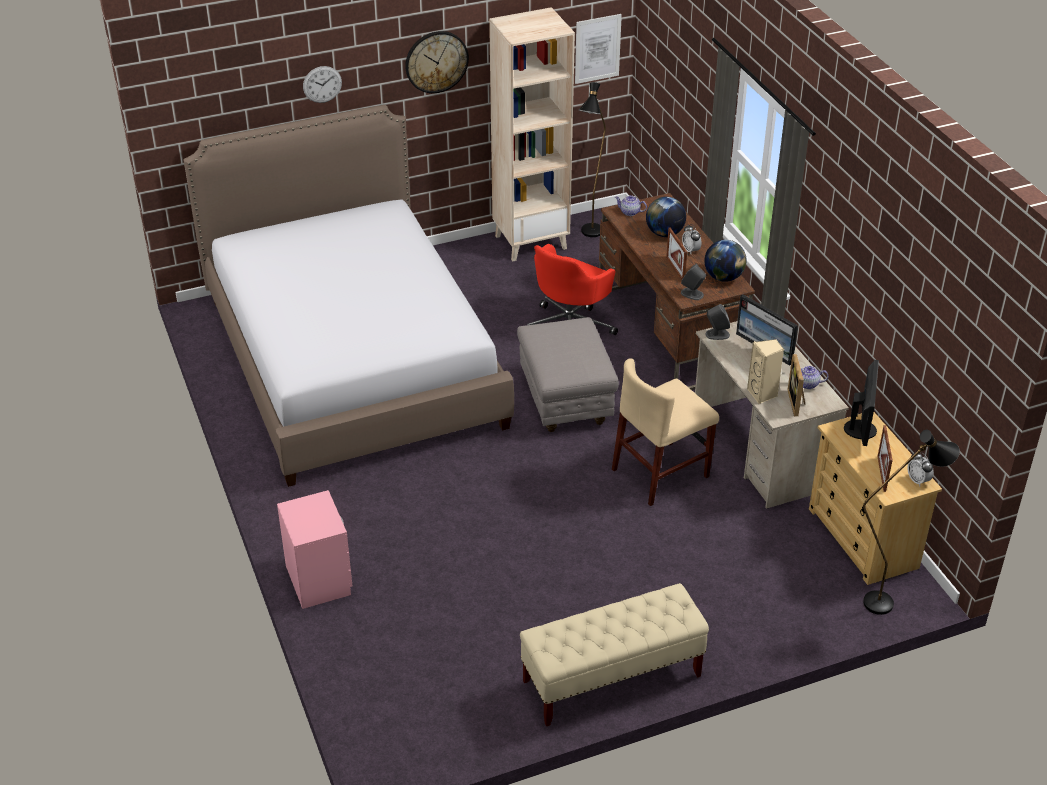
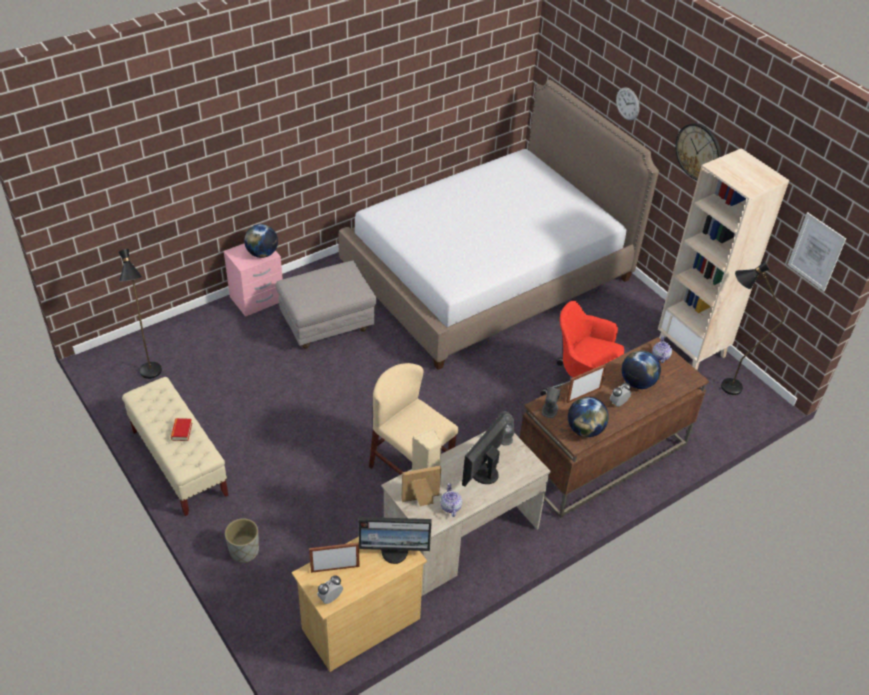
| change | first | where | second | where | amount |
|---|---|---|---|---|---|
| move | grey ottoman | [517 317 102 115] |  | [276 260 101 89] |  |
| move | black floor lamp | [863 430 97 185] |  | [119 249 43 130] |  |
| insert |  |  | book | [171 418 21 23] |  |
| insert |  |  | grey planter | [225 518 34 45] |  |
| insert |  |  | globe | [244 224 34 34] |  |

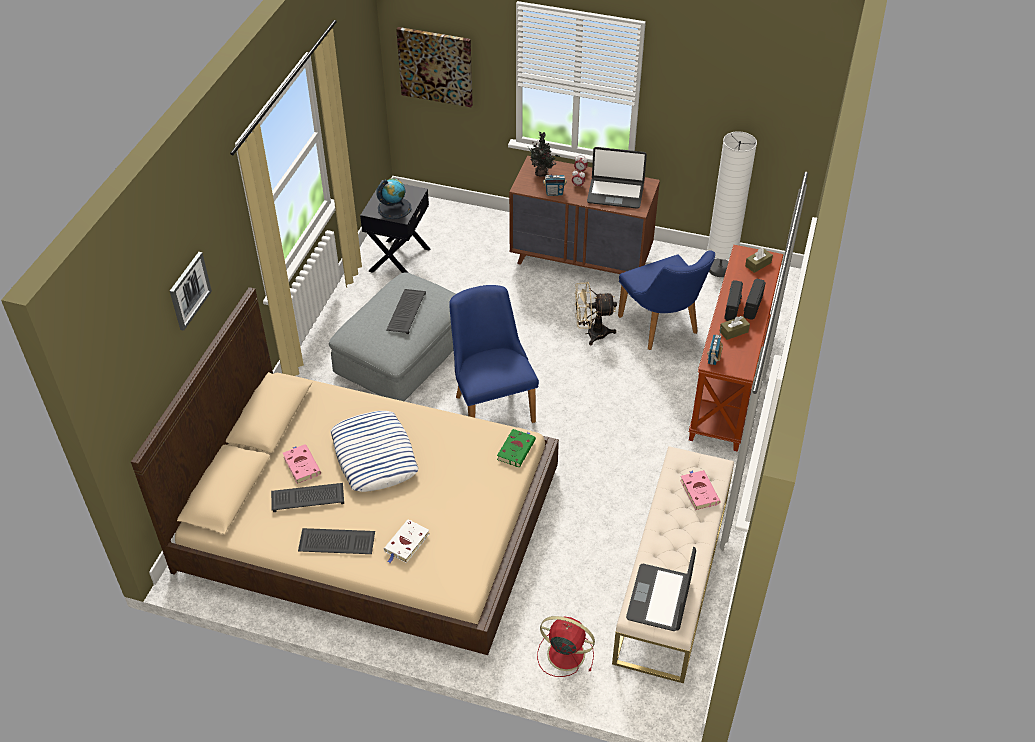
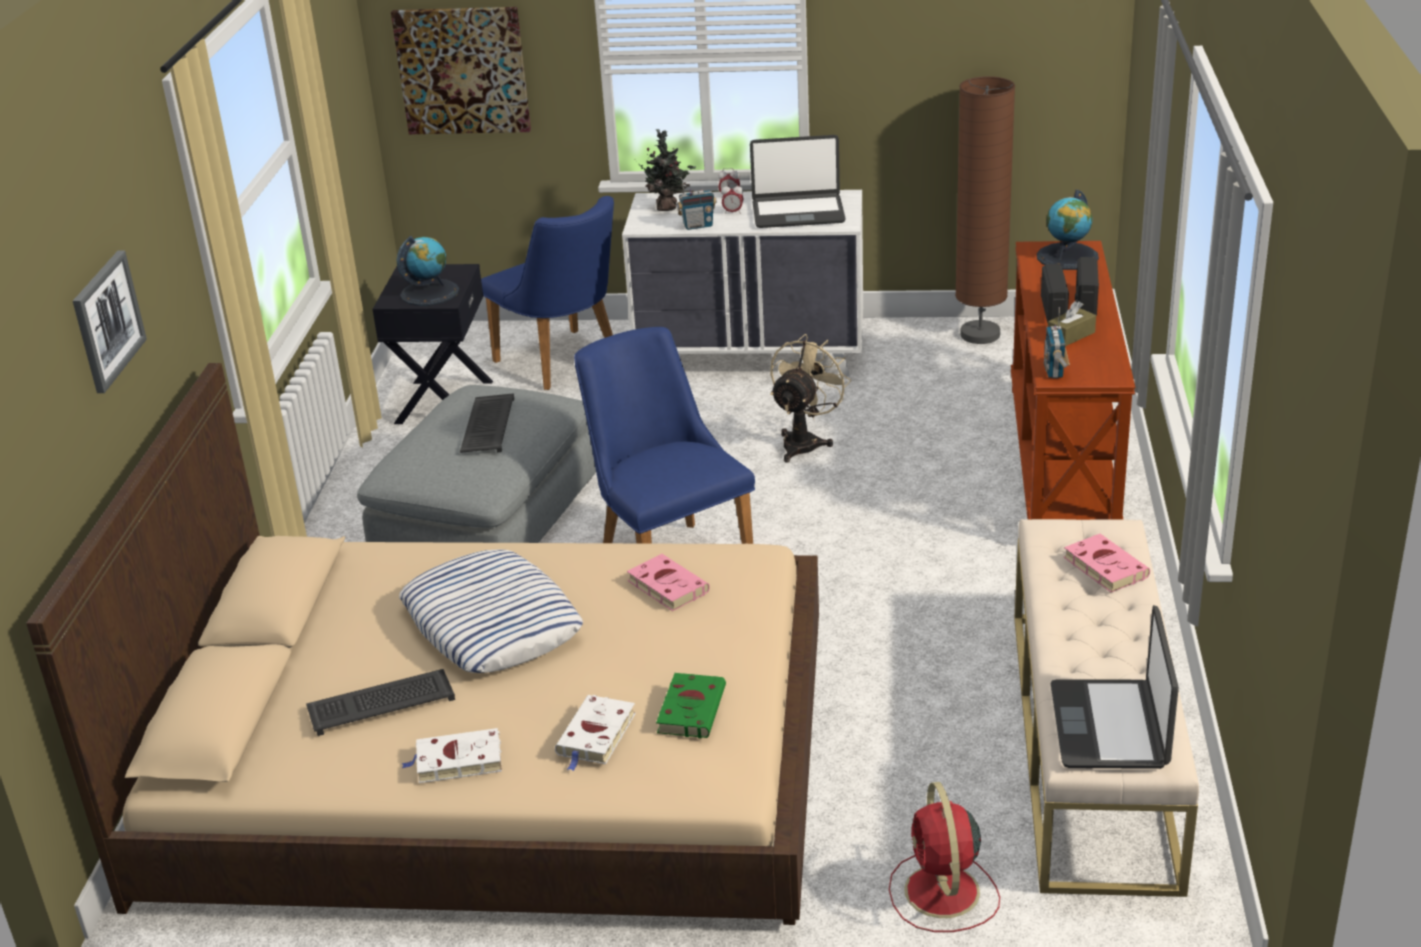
| change | first | where | second | where | amount |
|---|---|---|---|---|---|
| move | pink book | [283 444 38 40] |  | [627 554 83 57] |  |
| replace | keyboard | [298 528 77 26] | white book | [401 728 101 55] |  |
| move | green book | [497 429 39 38] |  | [656 673 70 65] |  |
| recolor | brown dresser | [509 156 151 118] | white dresser | [622 190 241 187] |  |
| rotate | red fan | [537 616 58 61] |  | [889 782 111 150] | 105 degrees counterclockwise |
| rotate | beige fan | [575 282 42 64] |  | [770 334 82 129] | 135 degrees clockwise |
| move | blue chair | [618 251 97 99] |  | [481 196 133 194] |  |
| recolor | white floor lamp | [707 131 50 146] | brown floor lamp | [955 76 60 268] |  |
| replace | brown tissue box | [745 248 28 25] | globe | [1037 190 62 80] |  |

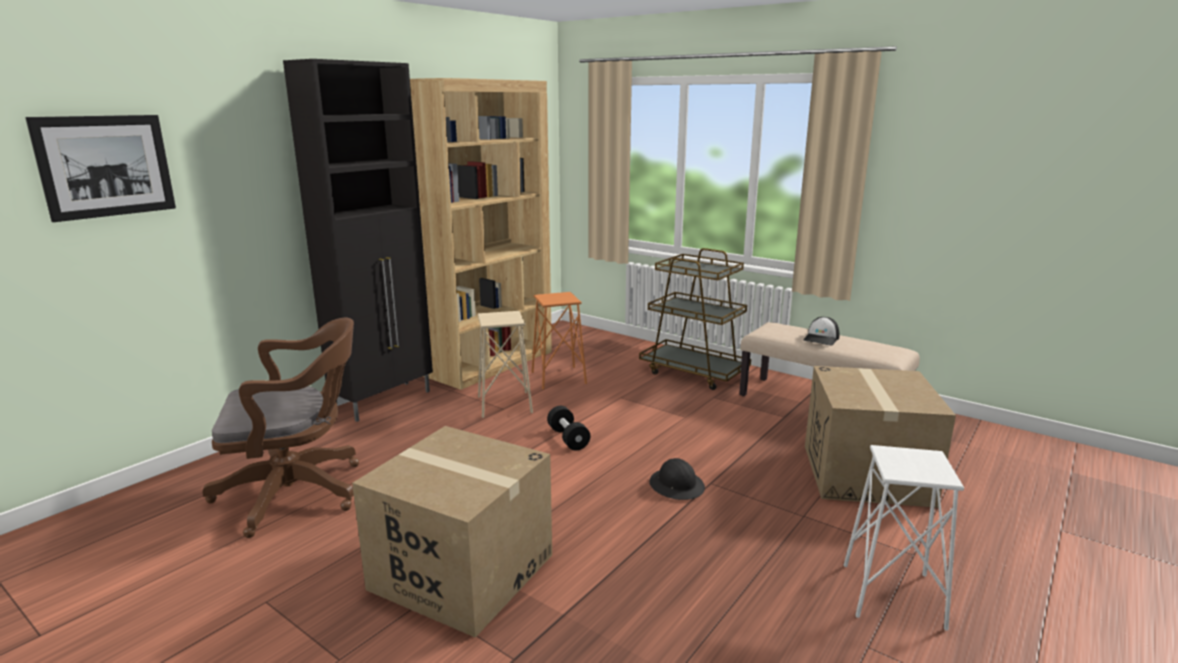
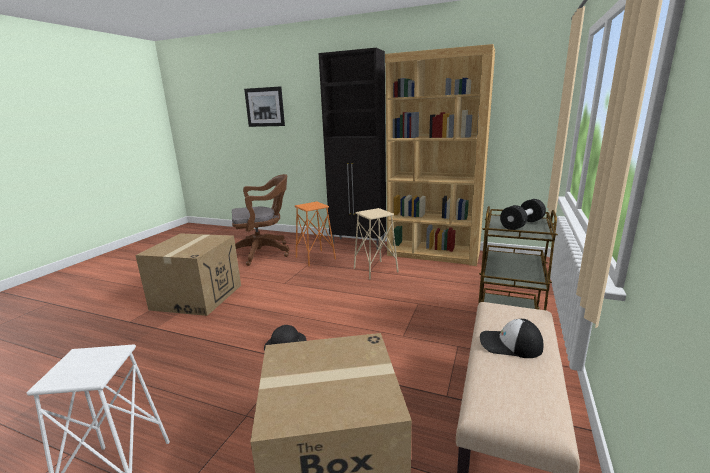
| change | first | where | second | where | amount |
|---|---|---|---|---|---|
| rotate | brown office chair | [202 318 157 220] |  | [232 174 57 92] | 75 degrees counterclockwise |
| move | orange stool | [532 292 55 98] |  | [295 202 41 64] |  |
| move | black dumbbell | [547 406 43 45] |  | [500 199 46 31] |  |

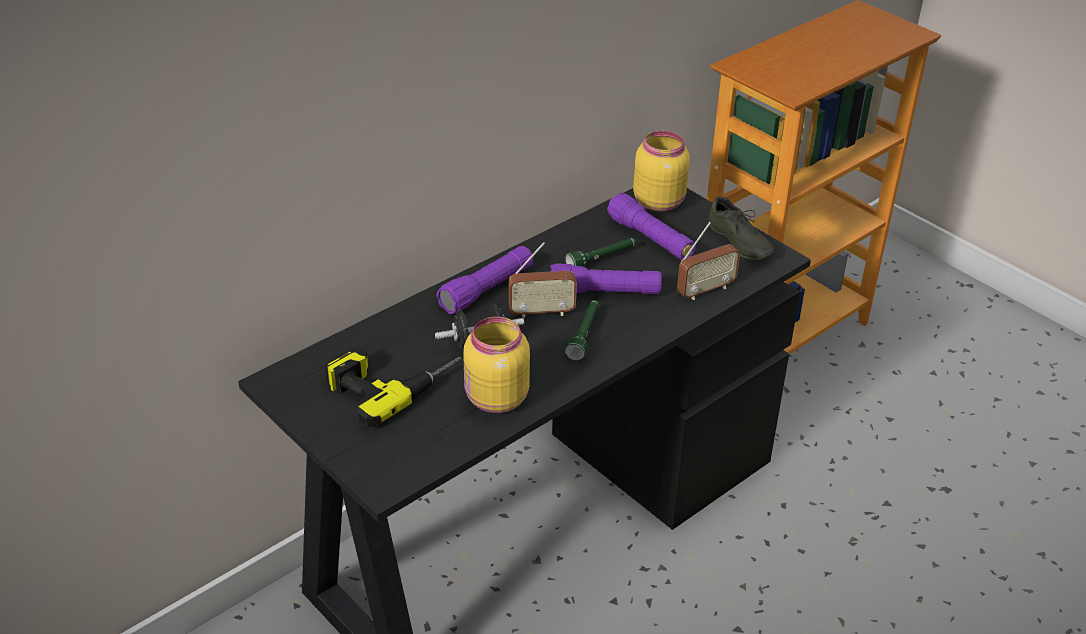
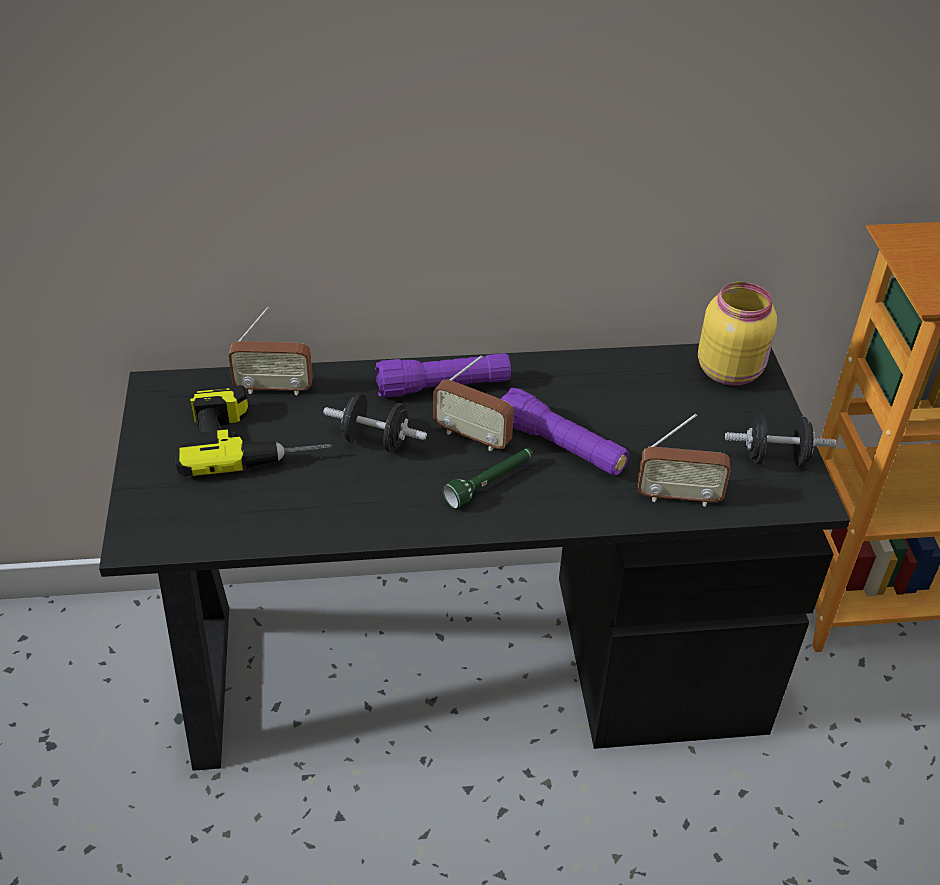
| change | first | where | second | where | amount |
|---|---|---|---|---|---|
| delete | yellow jar | [463 317 67 96] |  |  |  |
| delete | green flashlight | [565 238 71 29] |  |  |  |
| delete | purple flashlight | [607 193 88 67] |  |  |  |
| replace | grey shoe | [709 196 65 64] | black dumbbell | [725 414 111 53] |  |
| insert |  |  | radio | [228 307 85 88] |  |

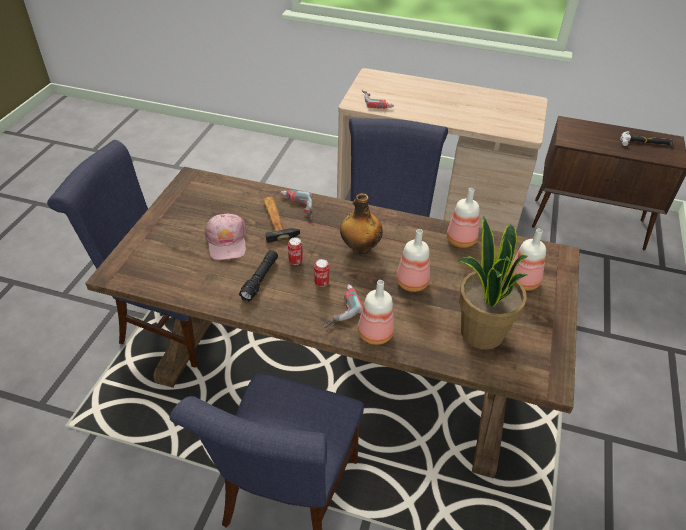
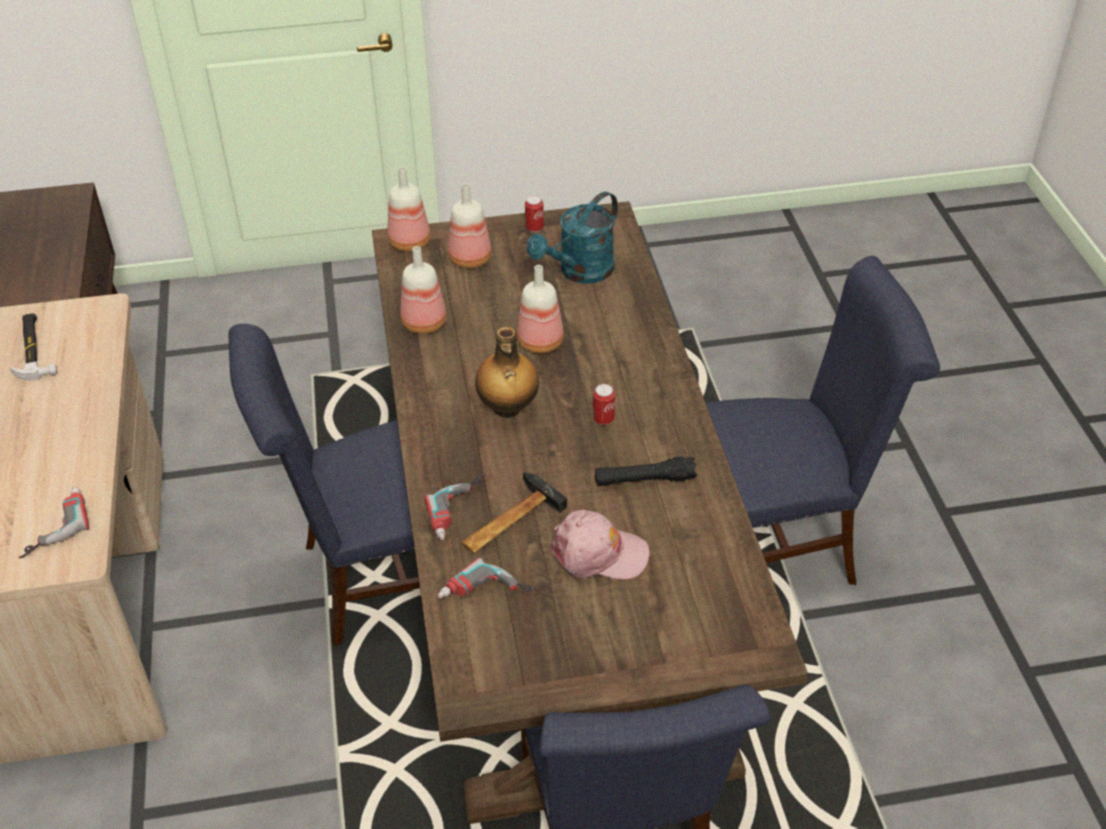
| change | first | where | second | where | amount |
|---|---|---|---|---|---|
| rotate | pink cap | [204 214 43 46] |  | [551 510 99 69] | 45 degrees clockwise |
| move | can | [288 237 15 28] |  | [525 195 19 38] |  |
| move | power drill | [323 284 40 45] |  | [438 558 103 40] |  |
| move | bottle | [358 280 36 65] |  | [387 167 44 85] |  |
| replace | potted plant | [457 216 71 134] | turquoise watering can | [527 191 91 93] |  |
| move | hammer | [620 131 54 15] |  | [9 313 49 68] |  |

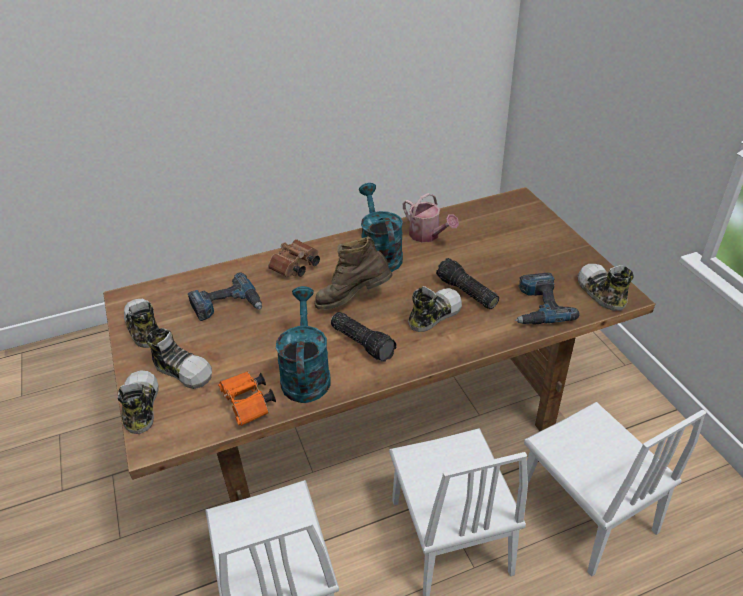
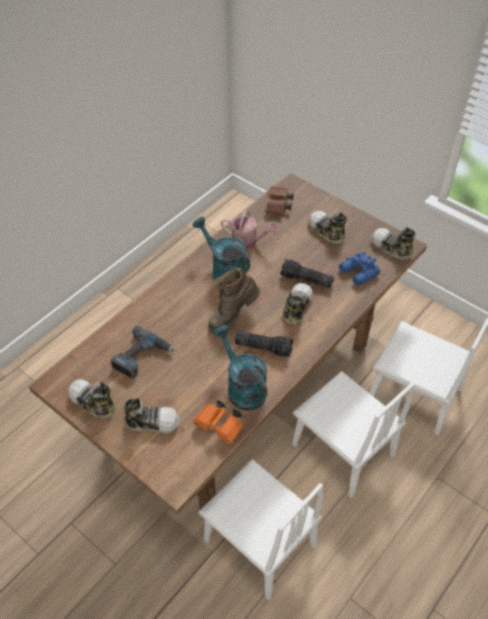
| change | first | where | second | where | amount |
|---|---|---|---|---|---|
| move | shoe | [118 370 40 64] |  | [309 211 38 33] |  |
| move | brown binoculars | [268 239 52 38] |  | [265 186 29 28] |  |
| replace | power drill | [515 273 65 52] | blue binoculars | [339 252 41 34] |  |

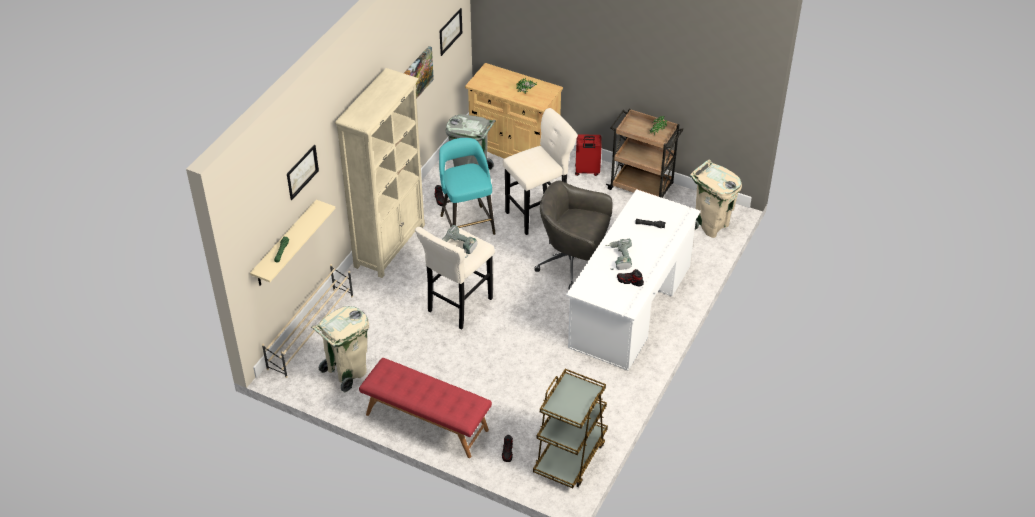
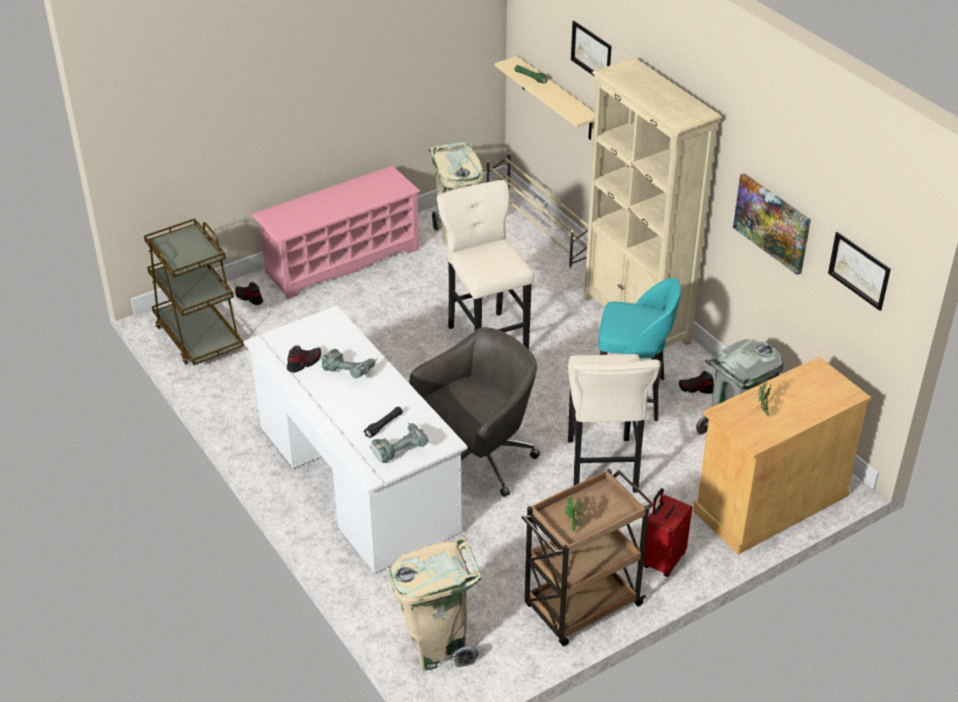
| change | first | where | second | where | amount |
|---|---|---|---|---|---|
| replace | red bench | [359 358 133 100] | pink shoe rack | [252 166 168 134] |  |
| move | power drill | [442 225 35 33] |  | [370 422 58 41] |  |

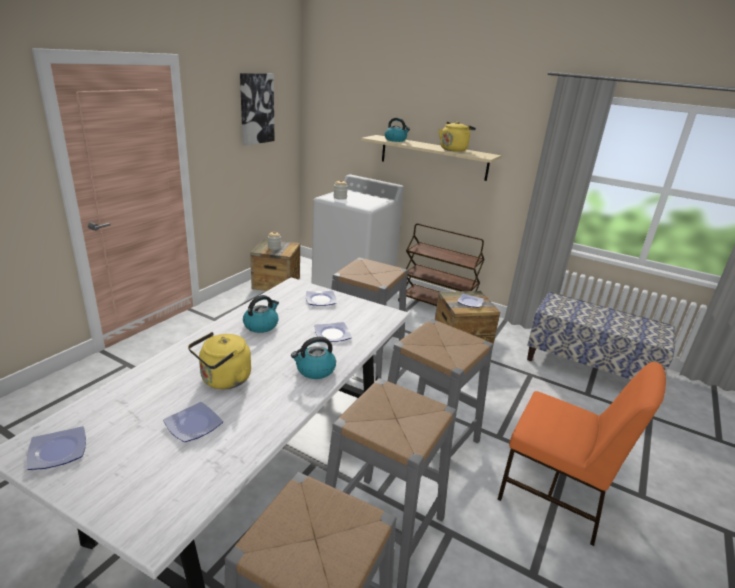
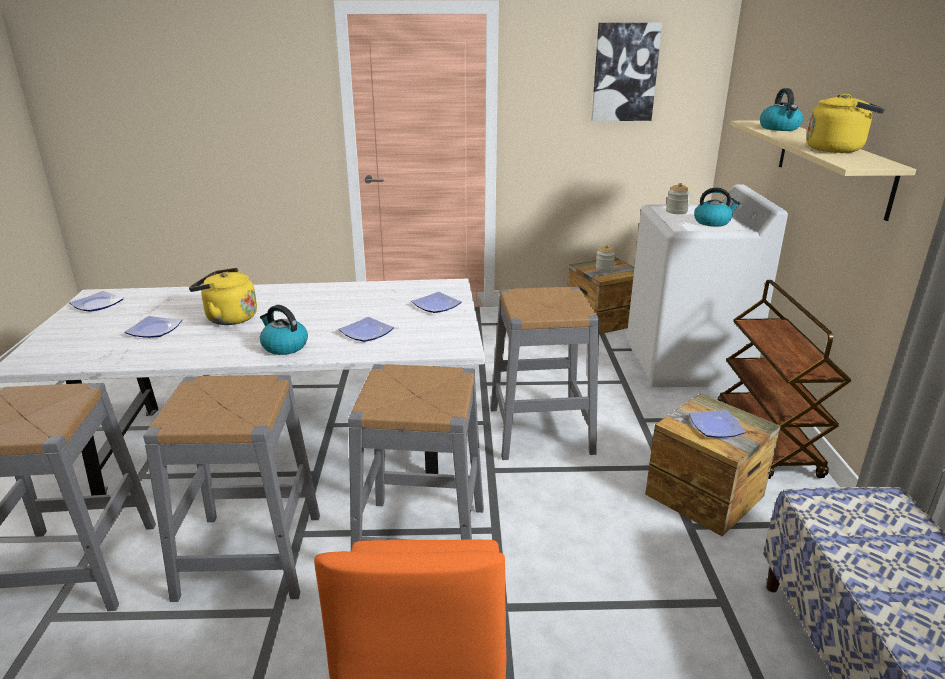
| change | first | where | second | where | amount |
|---|---|---|---|---|---|
| move | kettle | [243 295 36 38] |  | [694 188 46 38] |  |

